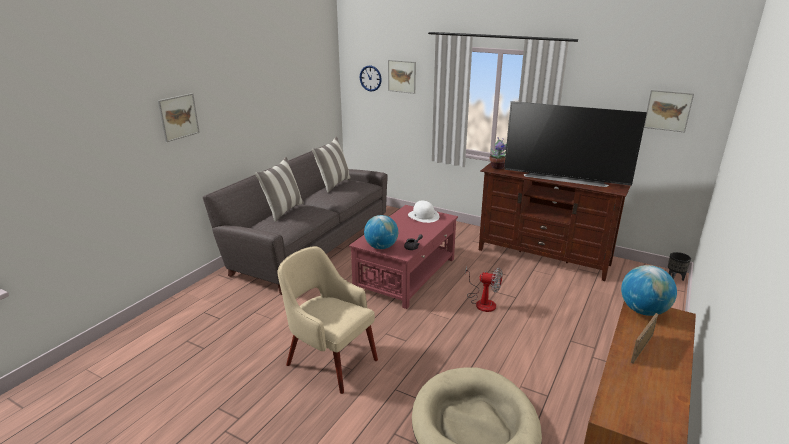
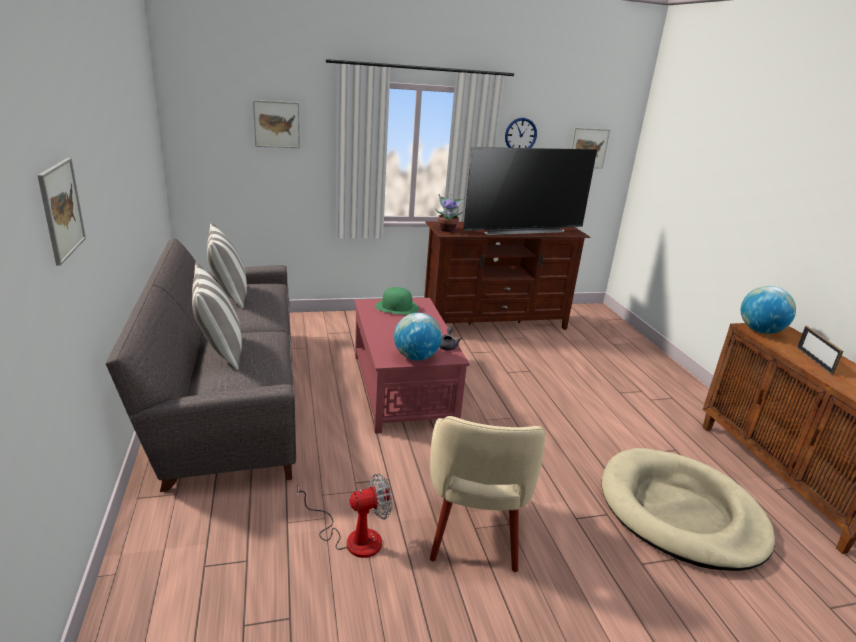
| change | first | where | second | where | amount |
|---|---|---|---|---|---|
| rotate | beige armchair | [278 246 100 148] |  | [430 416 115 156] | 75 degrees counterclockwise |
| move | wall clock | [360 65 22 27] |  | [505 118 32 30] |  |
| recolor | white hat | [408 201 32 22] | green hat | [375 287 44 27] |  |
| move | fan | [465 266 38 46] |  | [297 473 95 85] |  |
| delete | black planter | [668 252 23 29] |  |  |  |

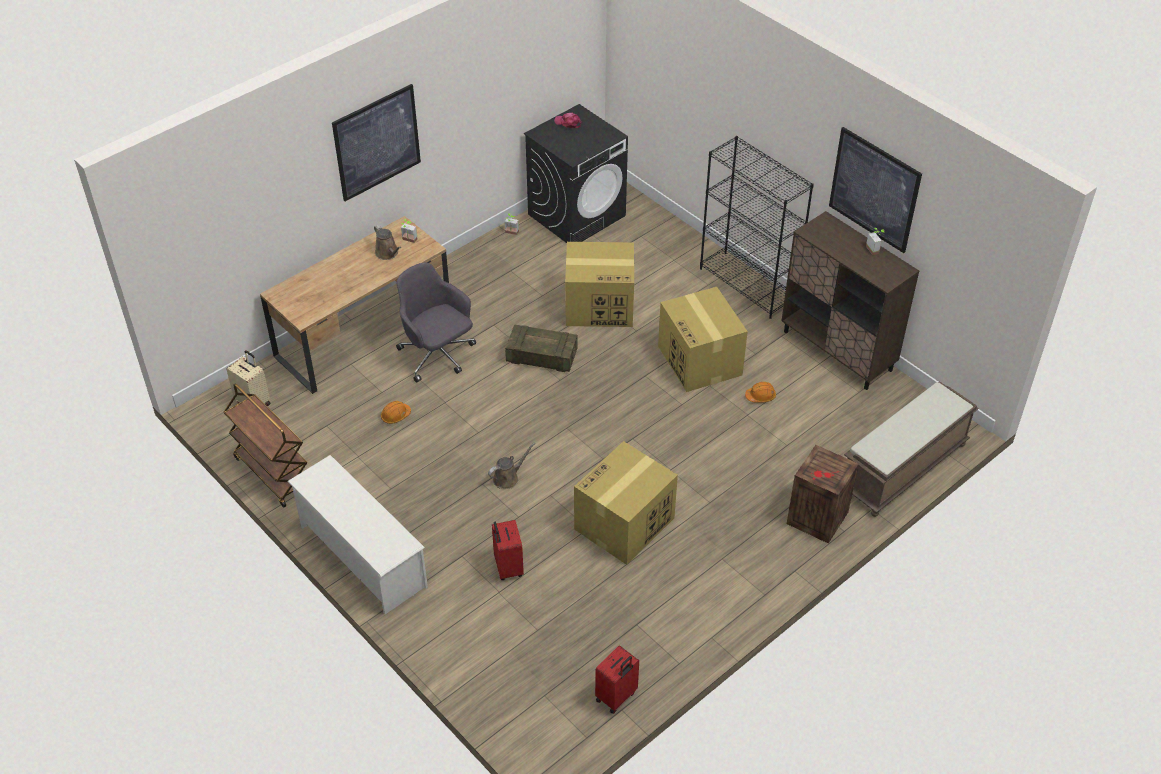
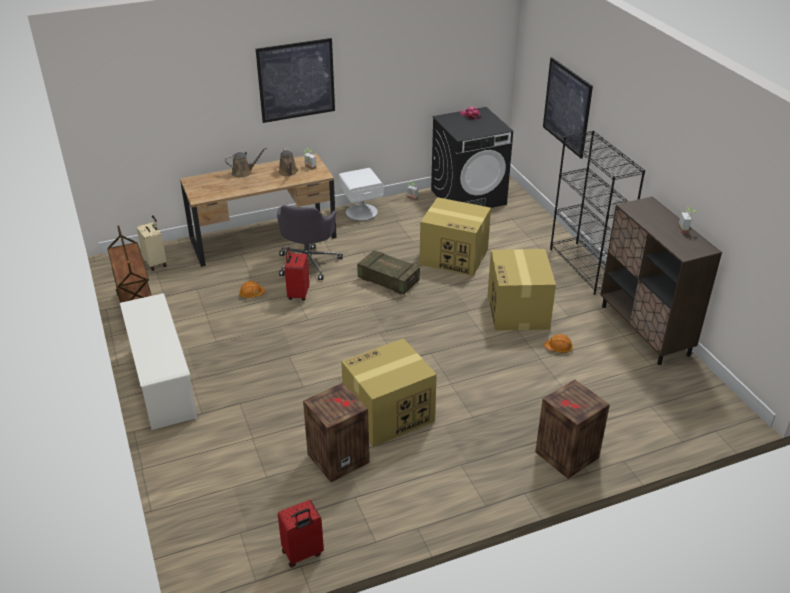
| change | first | where | second | where | amount |
|---|---|---|---|---|---|
| rotate | grey office chair | [396 263 80 120] |  | [277 205 66 75] | 150 degrees counterclockwise |
| move | brown watering can | [488 443 47 46] |  | [225 147 42 31] |  |
| move | red suitcase | [492 520 32 60] |  | [285 247 25 54] |  |
| move | picture | [829 127 93 126] |  | [543 57 50 102] |  |
| delete | brown bench | [844 381 135 136] |  |  |  |
| insert |  |  | crate | [303 383 66 99] |  |
| insert |  |  | white nightstand | [339 168 44 53] |  |

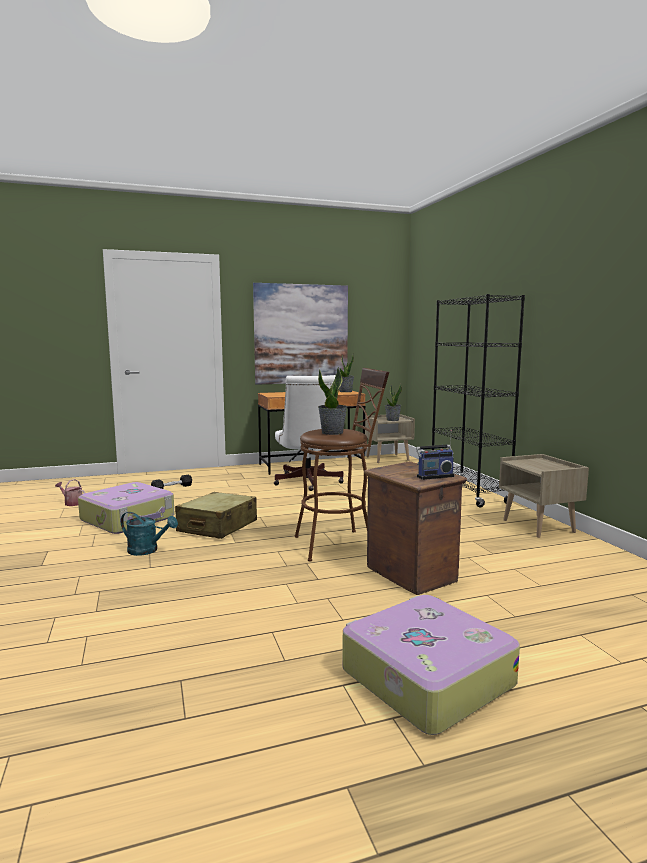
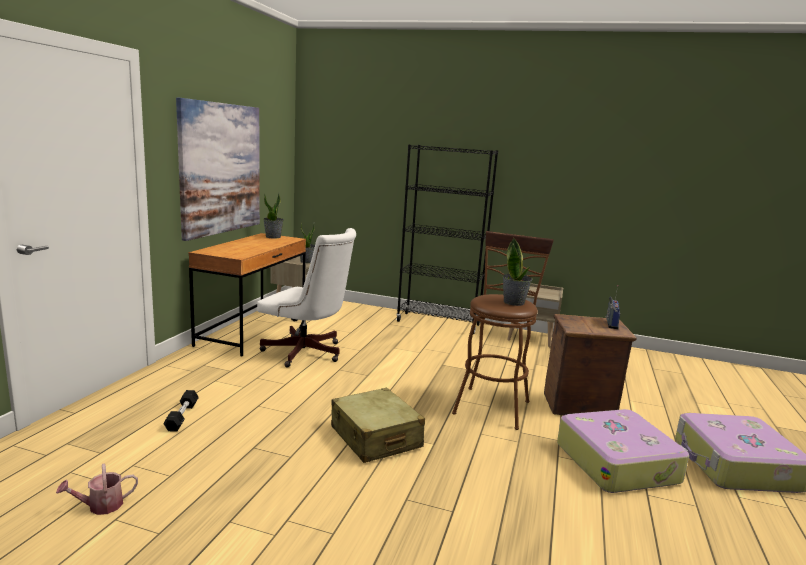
| change | first | where | second | where | amount |
|---|---|---|---|---|---|
| move | suitcase | [78 482 97 52] |  | [557 409 132 84] |  |
| delete | turquoise watering can | [121 512 57 44] |  |  |  |

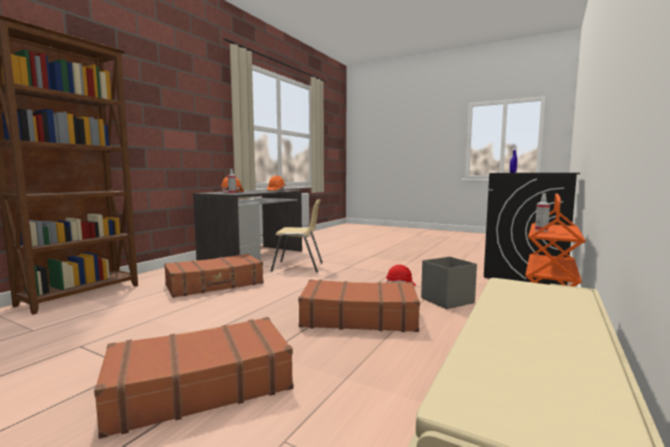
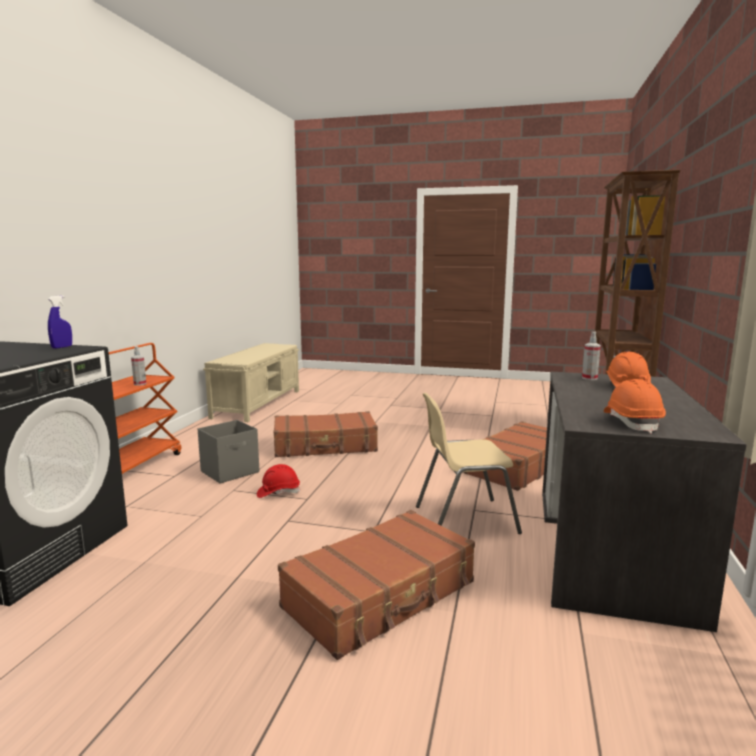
| change | first | where | second | where | amount |
|---|---|---|---|---|---|
| move | brown suitcase | [94 317 199 122] |  | [278 510 197 150] |  |

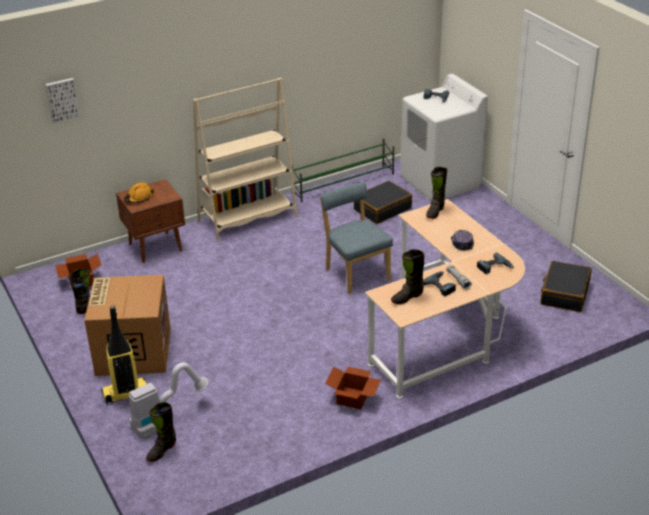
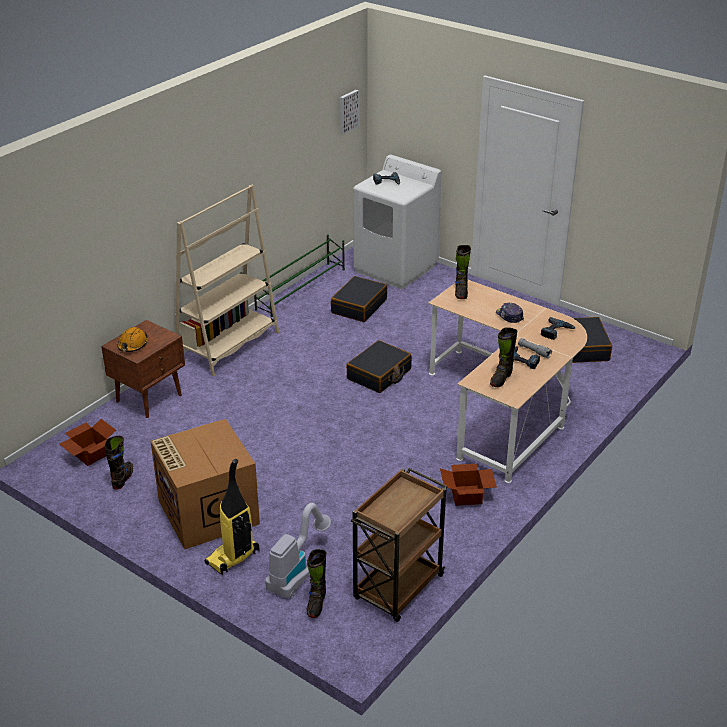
| change | first | where | second | where | amount |
|---|---|---|---|---|---|
| move | picture | [45 78 35 46] |  | [340 90 19 44] |  |
| replace | blue chair | [320 182 73 112] | black suitcase | [346 340 66 53] |  |
| insert |  |  | brown cart | [351 468 97 154] |  |

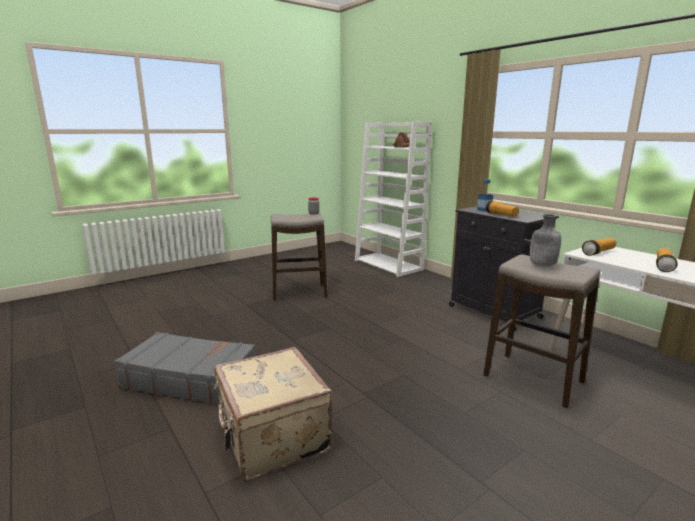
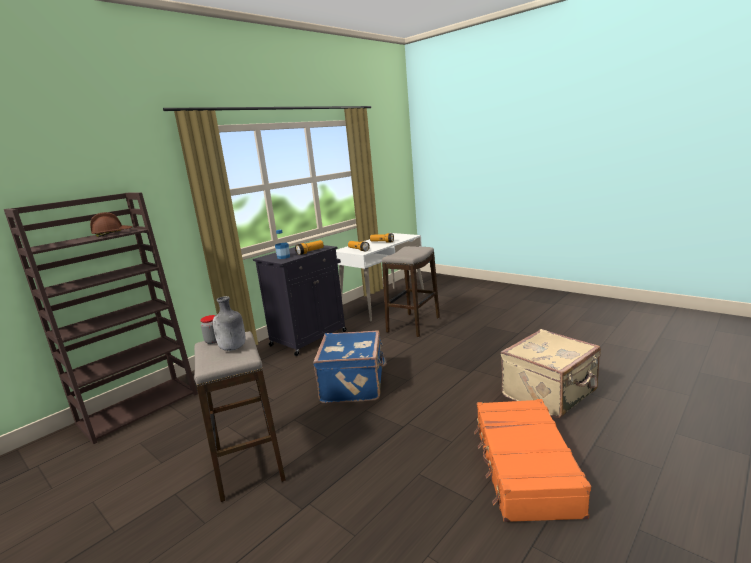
| change | first | where | second | where | amount |
|---|---|---|---|---|---|
| recolor | grey suitcase | [114 332 141 73] | orange suitcase | [474 399 117 123] |  |
| recolor | white bookcase | [355 122 77 155] | brown bookcase | [4 193 194 251] |  |
| move | grey bottle | [530 214 31 52] |  | [213 296 33 55] |  |
| insert |  |  | blue suitcase | [313 330 74 73] |  |

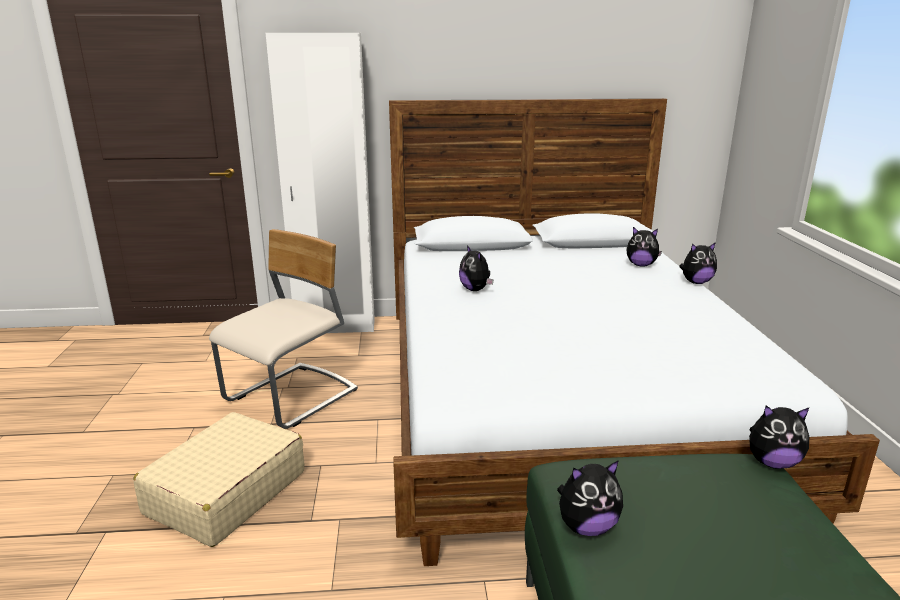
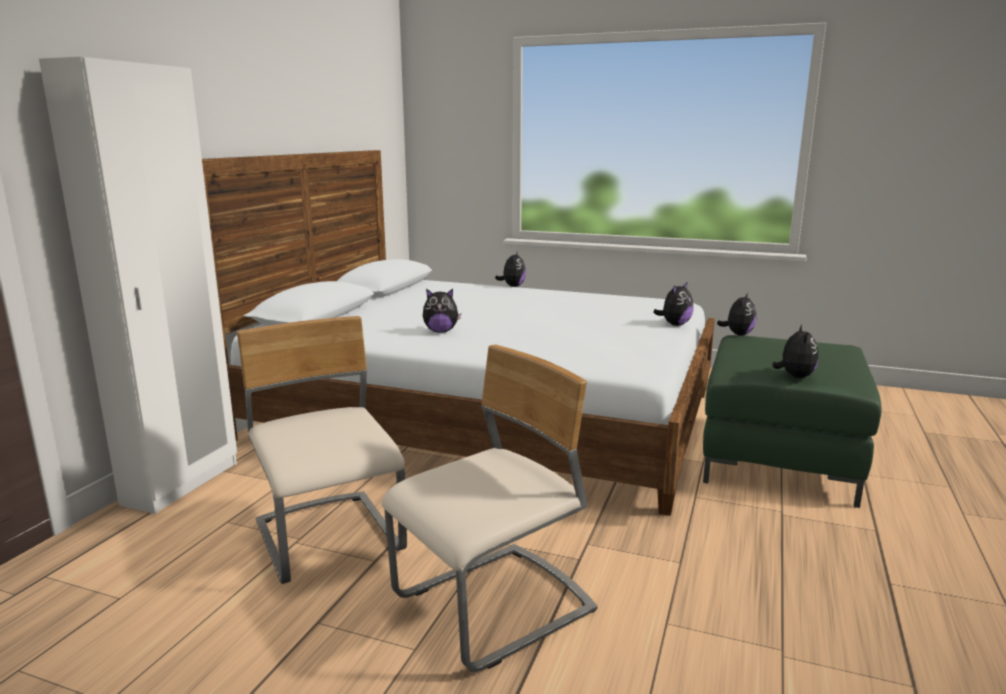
| change | first | where | second | where | amount |
|---|---|---|---|---|---|
| replace | beige suitcase | [133 412 171 135] | beige chair | [382 345 215 327] |  |
| move | plush toy | [627 227 35 40] |  | [653 281 40 45] |  |

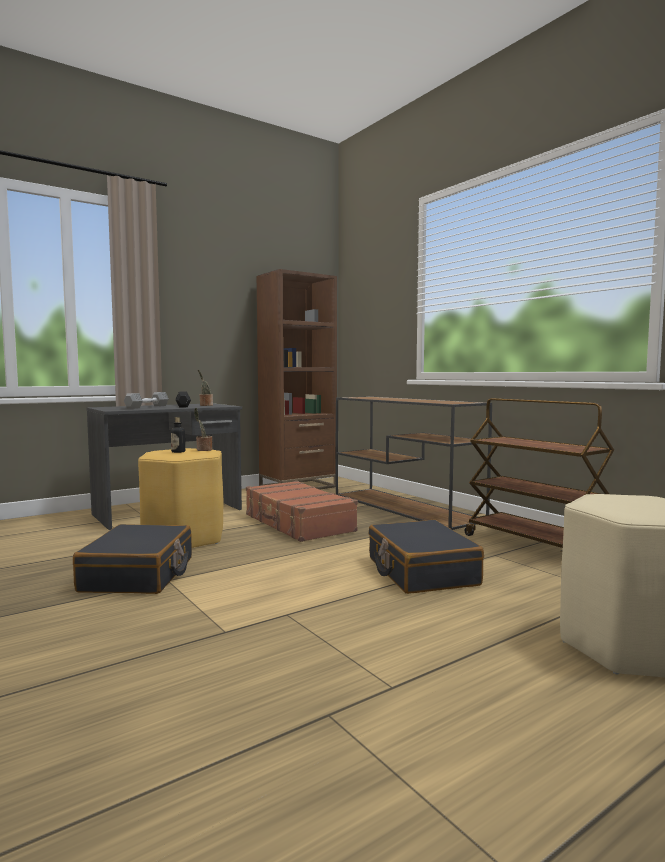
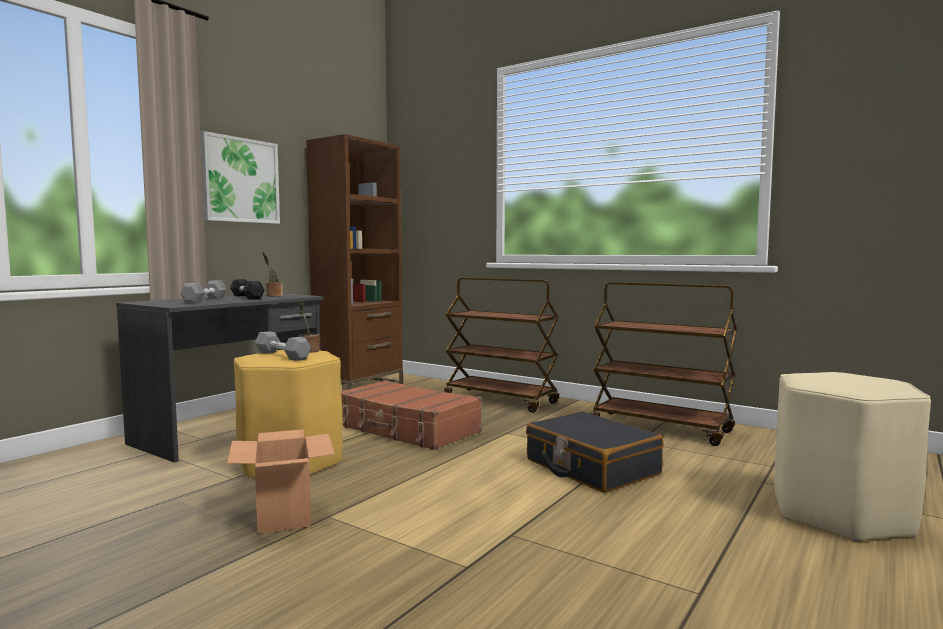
| change | first | where | second | where | amount |
|---|---|---|---|---|---|
| replace | black suitcase | [73 524 119 70] | cardboard box | [227 429 108 105] |  |
| replace | bottle | [171 417 14 36] | grey dumbbell | [255 331 56 30] |  |
| replace | brown console table | [335 397 157 133] | brown cart | [444 278 115 135] |  |
| insert |  |  | picture | [200 131 80 93] |  |

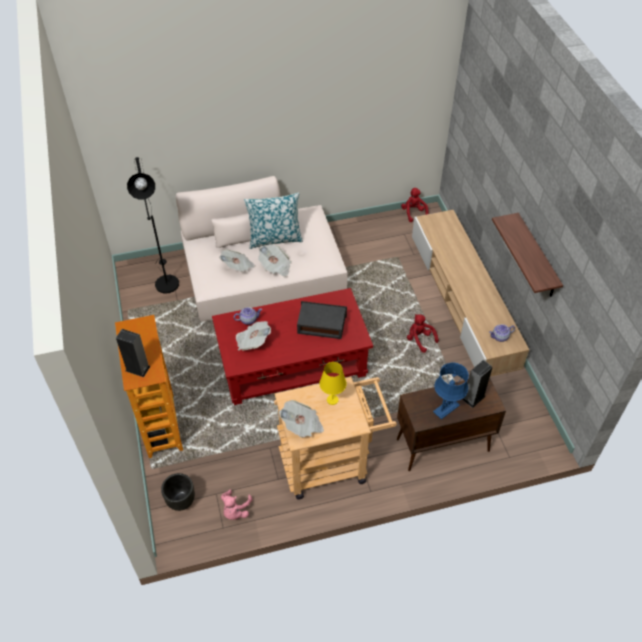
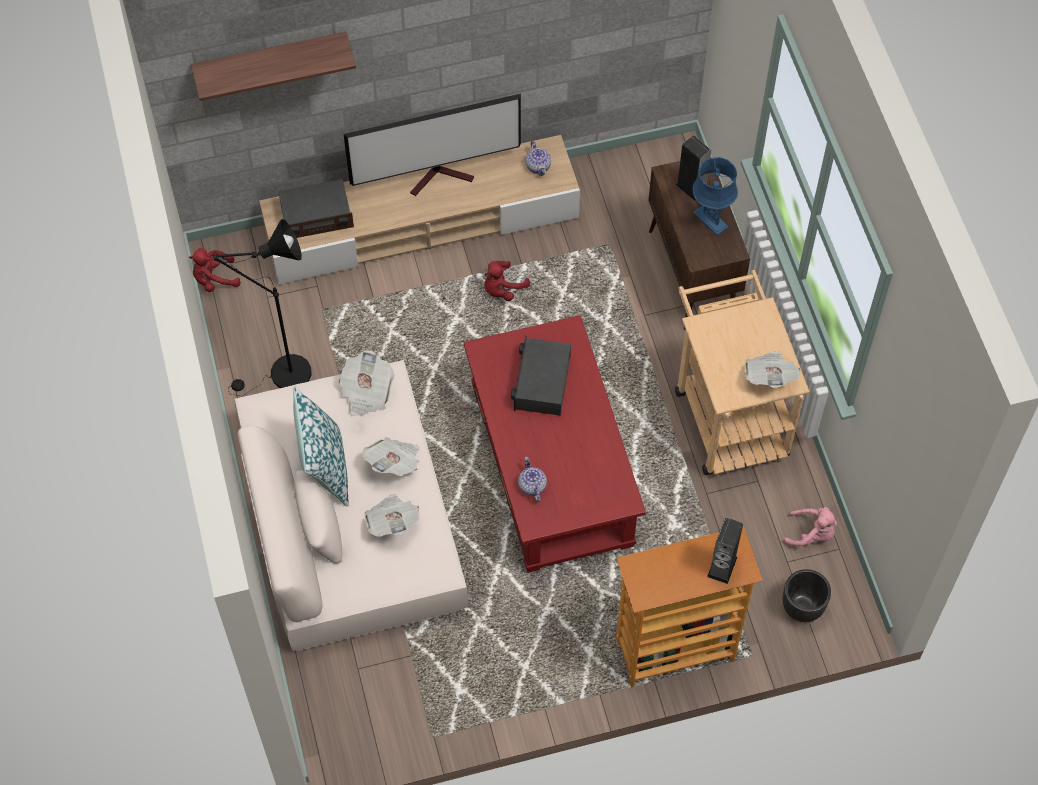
| change | first | where | second | where | amount |
|---|---|---|---|---|---|
| move | black floor lamp | [127 157 52 137] |  | [213 219 98 177] |  |
| move | newspaper | [236 321 35 30] |  | [339 351 55 65] |  |
| delete | yellow table lamp | [319 362 28 43] |  |  |  |
| move | shelf | [492 213 71 84] |  | [191 32 165 69] |  |
| insert |  |  | radio | [278 179 76 59] |  |
| insert |  |  | television | [344 94 177 102] |  |

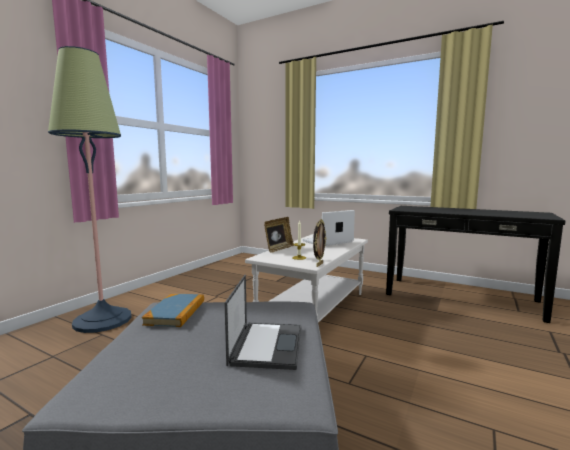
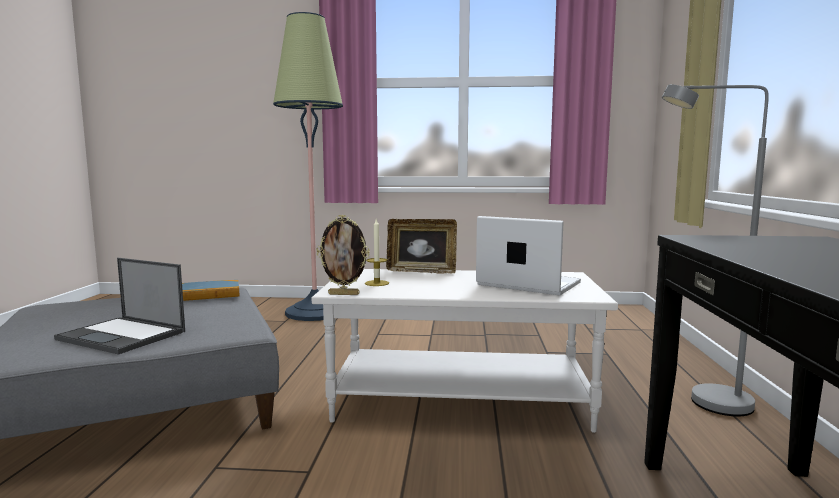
| change | first | where | second | where | amount |
|---|---|---|---|---|---|
| rotate | laptop | [224 275 77 95] |  | [54 258 131 97] | 45 degrees clockwise |
| insert |  |  | grey floor lamp | [662 84 107 332] |  |

